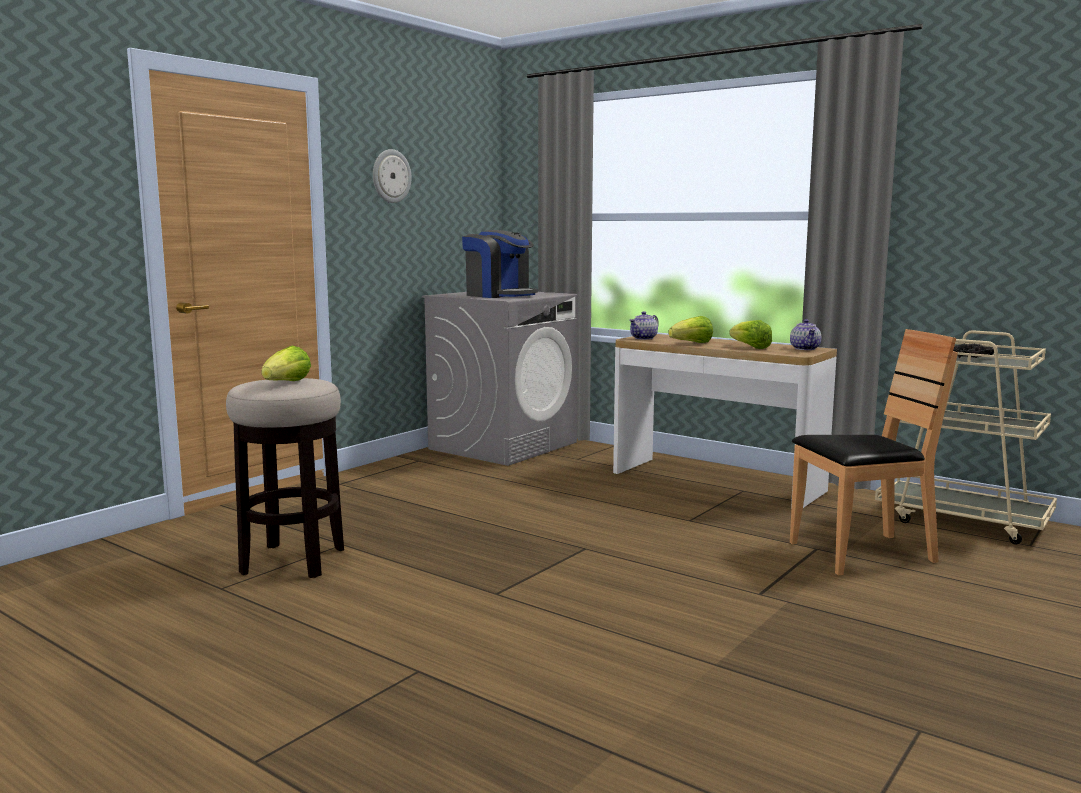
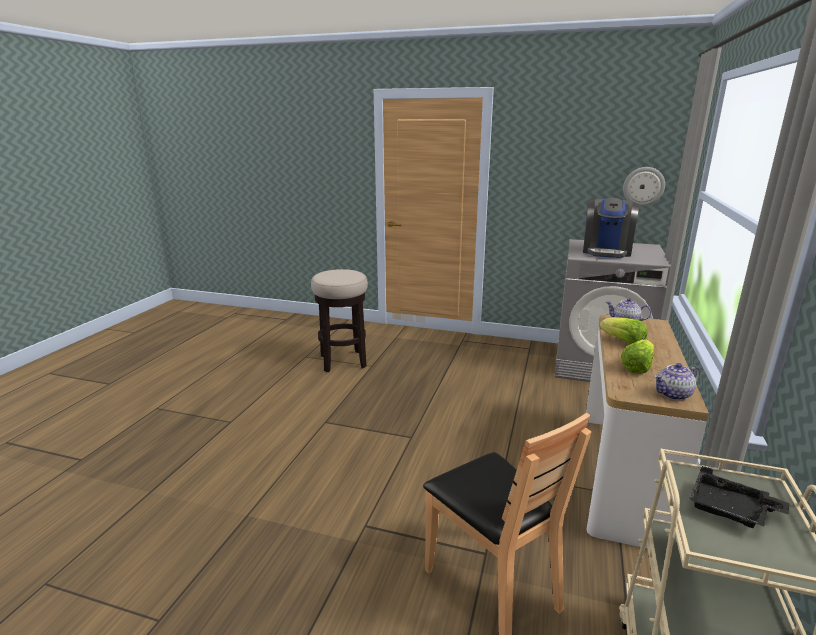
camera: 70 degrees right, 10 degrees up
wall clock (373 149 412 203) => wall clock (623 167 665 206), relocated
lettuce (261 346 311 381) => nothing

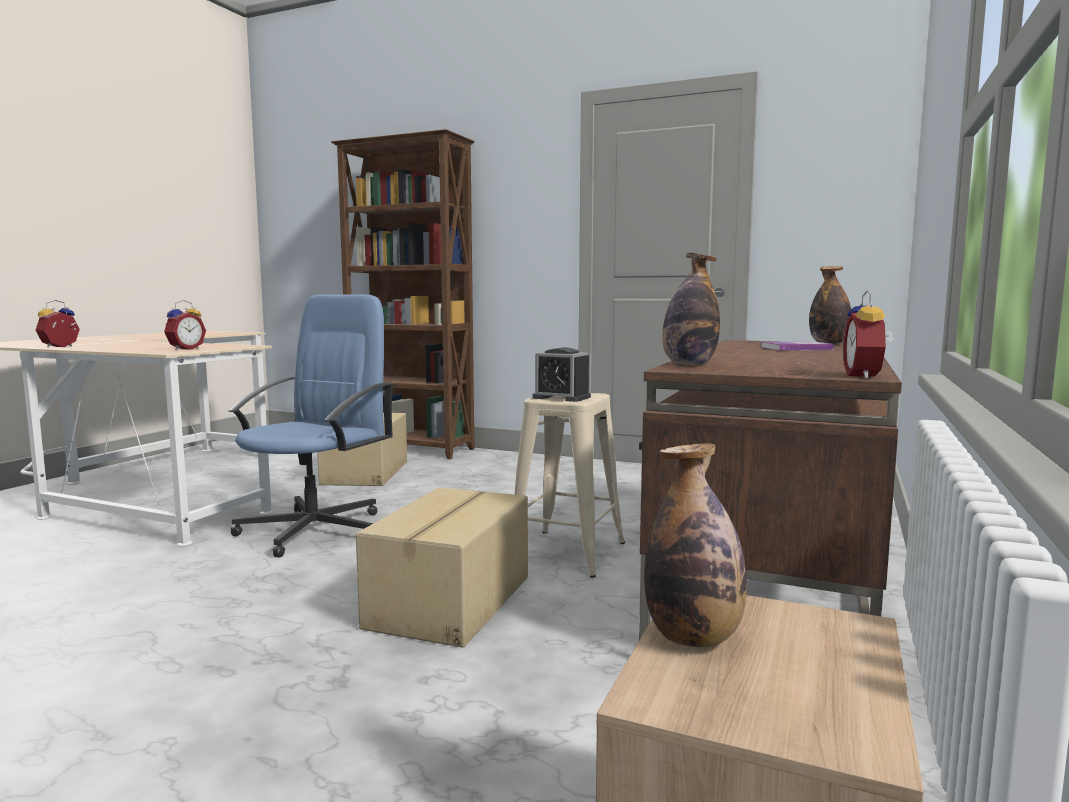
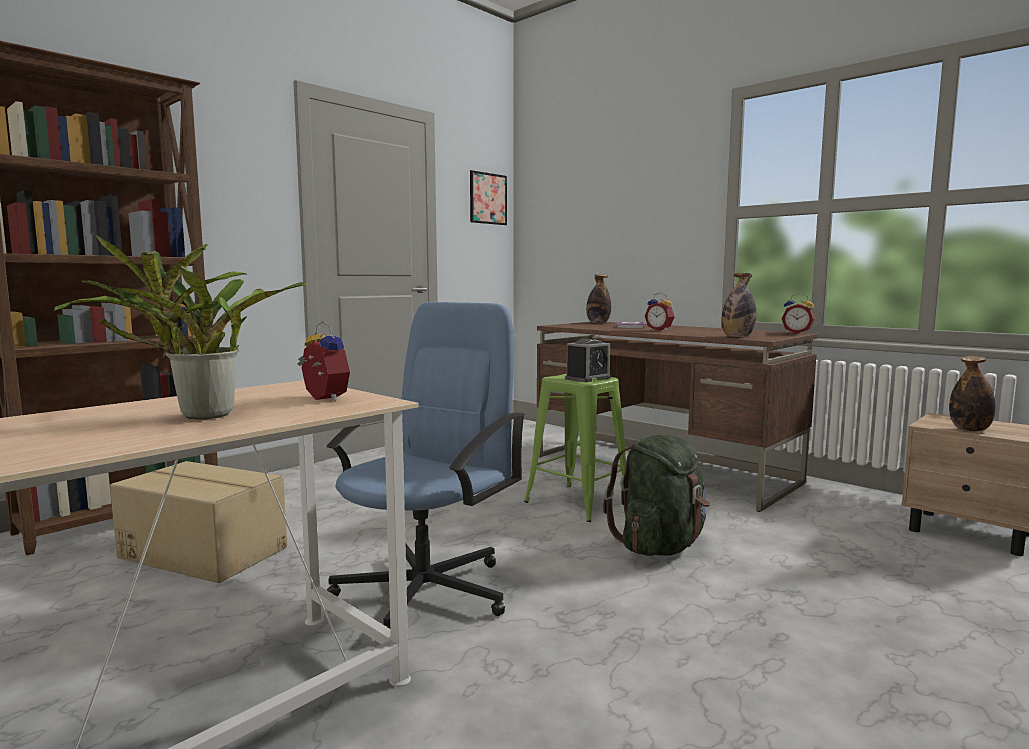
camera: 70 degrees left, 0 degrees up
blue office chair (229 295 394 558) => blue office chair (327 302 526 629), 75 degrees clockwise
alarm clock (36 300 80 348) => alarm clock (645 293 675 331), relocated
beige stool (515 393 625 578) => green stool (524 374 626 522)
cardboard box (356 487 528 648) => green backpack (603 435 710 556)
nothing => picture (470 170 507 225)
nothing => potted plant (54 233 308 420)

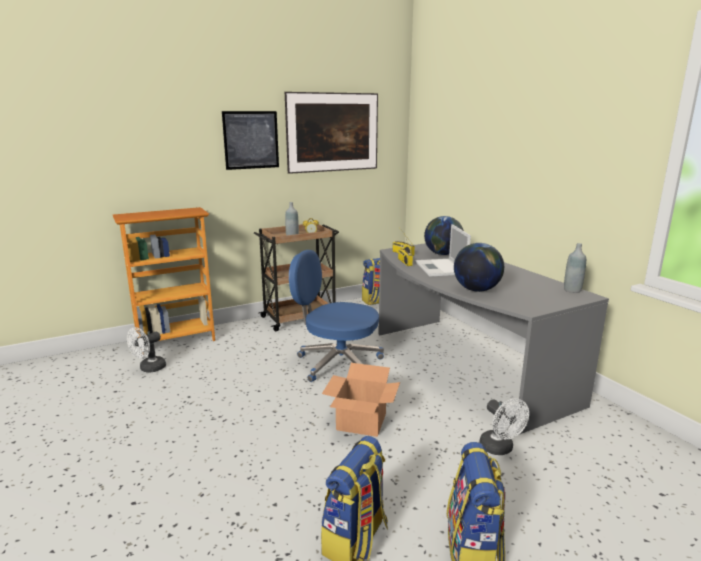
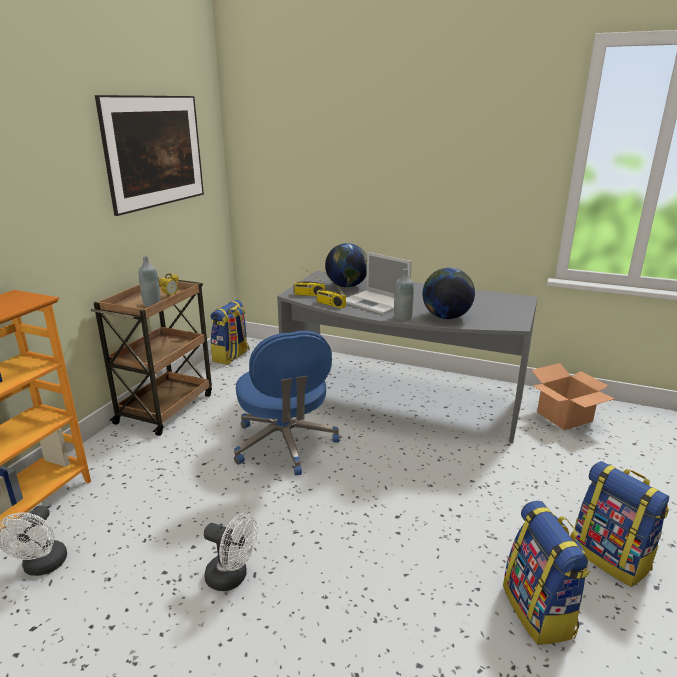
camera: 40 degrees left, 5 degrees up
picture (222 111 279 170) => nothing
grey bottle (564 243 586 293) => grey bottle (394 269 414 321), relocated
blue office chair (289 250 384 382) => blue office chair (234 331 339 475), 90 degrees counterclockwise
cardboard box (322 363 400 437) => cardboard box (532 363 615 430), relocated
white fan (479 399 529 455) => white fan (204 513 258 591), relocated

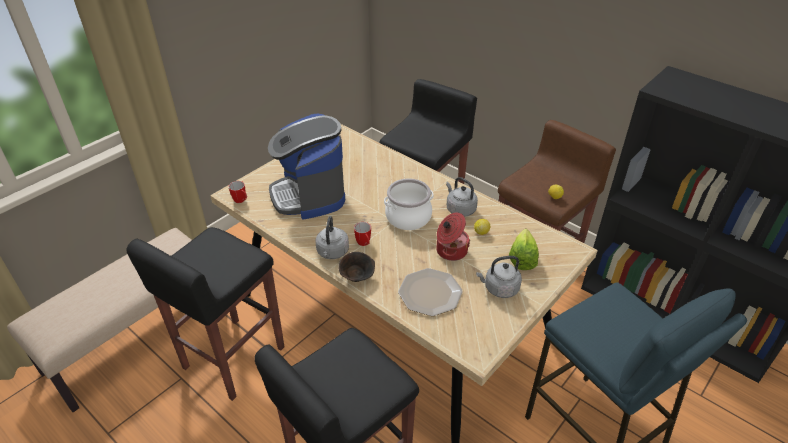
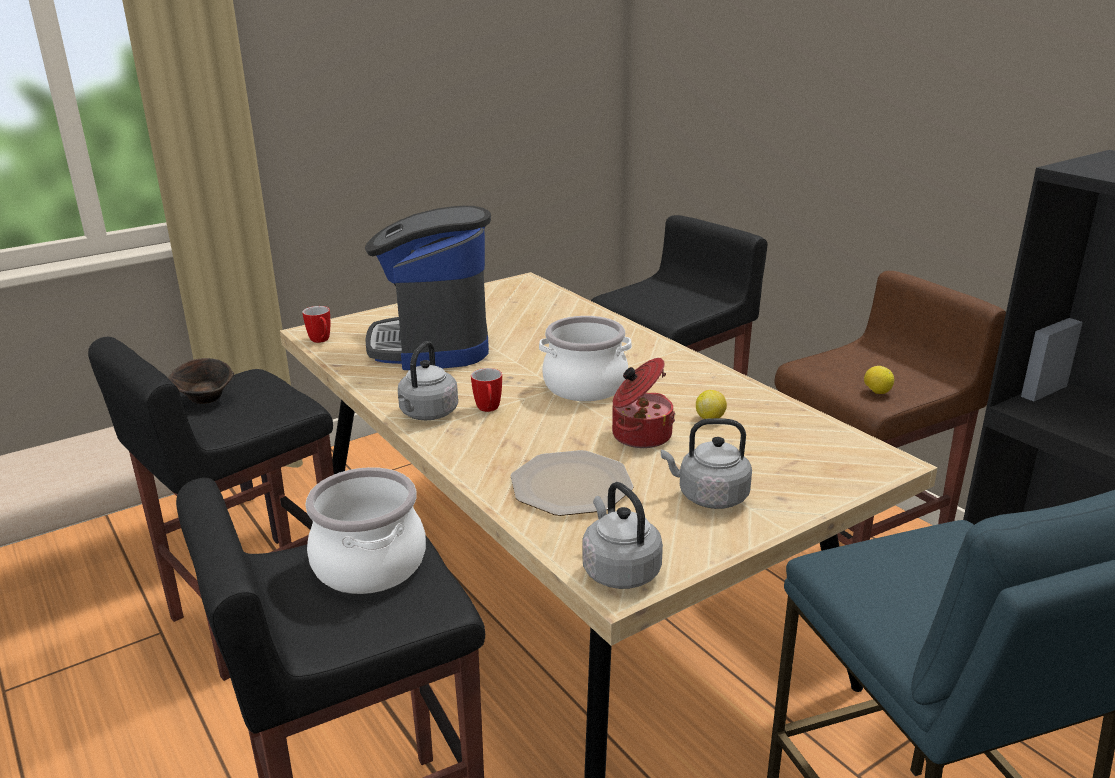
camera: 15 degrees right, 15 degrees down
grey kettle (446 177 478 217) => grey kettle (583 482 663 589), relocated
lettuce (509 228 539 270) => nothing
brown bowl (338 252 375 282) => brown bowl (168 358 234 404), relocated
nothing => cooking pot (305 467 426 594)

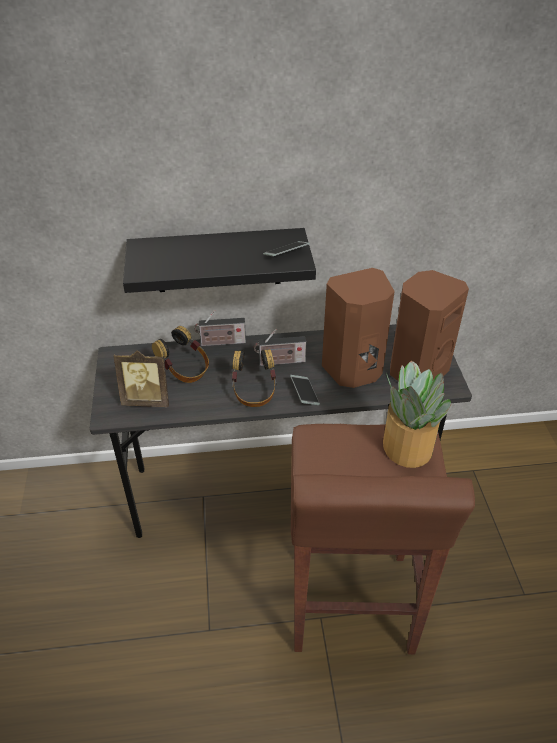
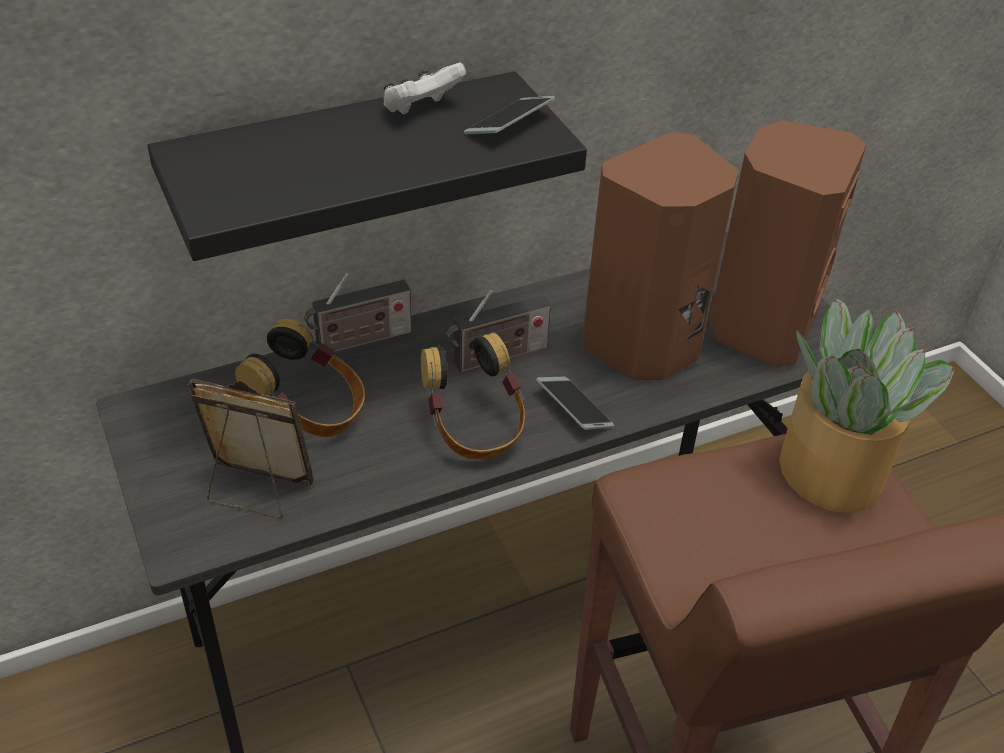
camera: 20 degrees left, 0 degrees up
picture frame (113 351 169 407) => picture frame (188 379 314 519), 150 degrees counterclockwise
nothing => white game controller (383 63 466 115)

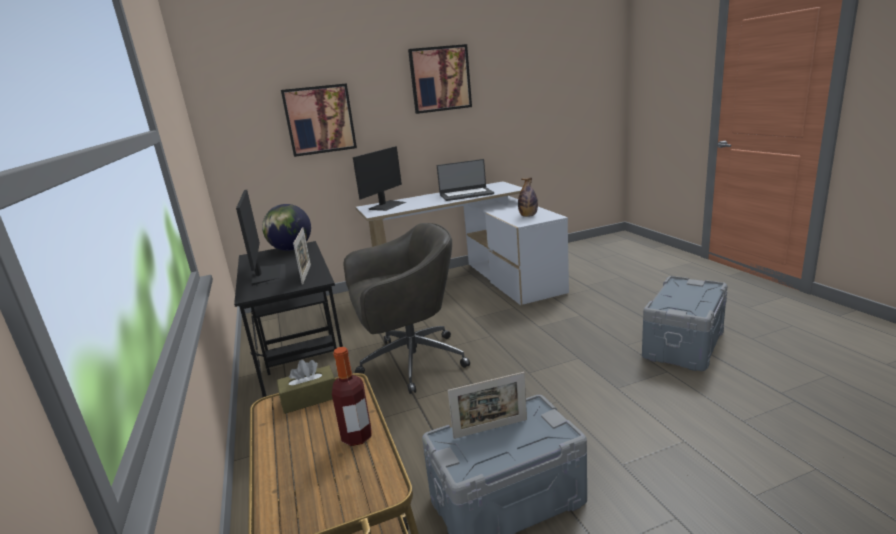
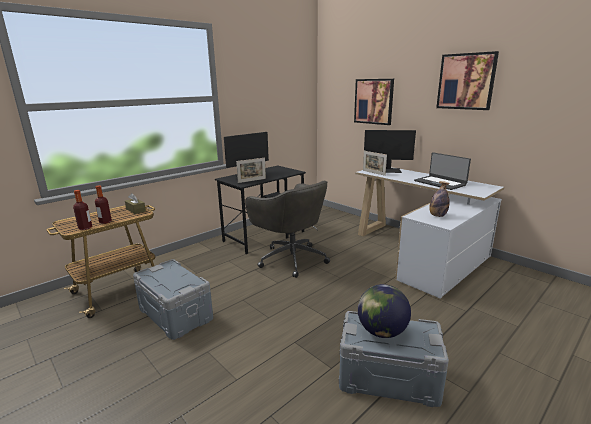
camera: 65 degrees right, 0 degrees up
globe (262 204 311 251) => globe (358 284 411 338), relocated
picture frame (448 372 527 439) => picture frame (363 151 387 176), relocated
nothing => bottle (73 190 92 230)

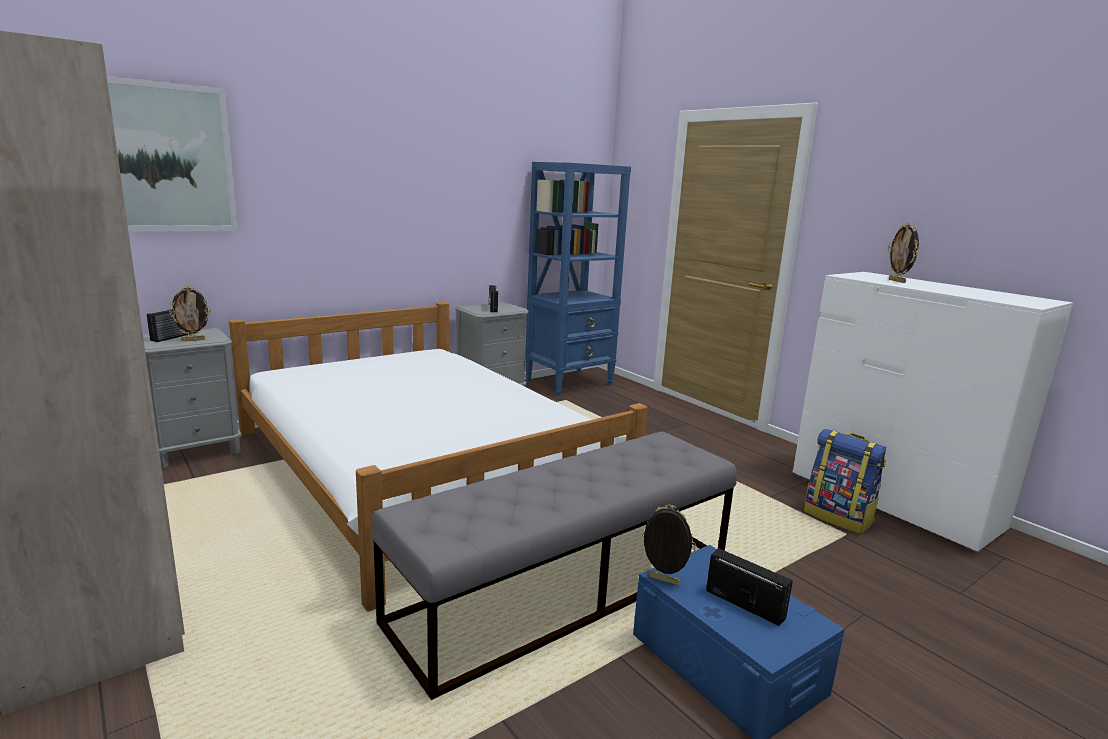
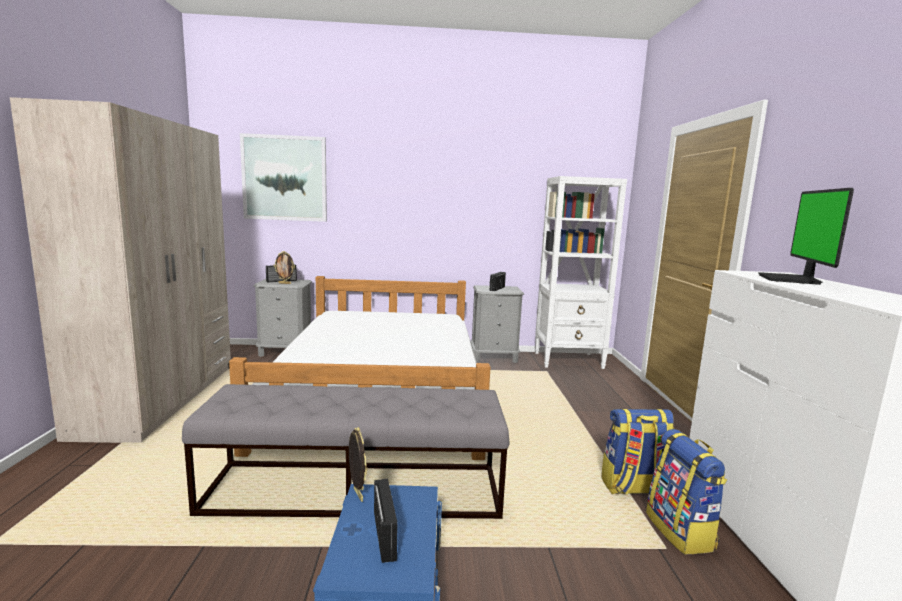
camera: 35 degrees right, 5 degrees down
blue bookcase (525 162 631 396) => white bookcase (535 176 627 369)
picture frame (888 223 919 283) => monitor (758 188 854 285)
nothing => backpack (601 409 674 494)

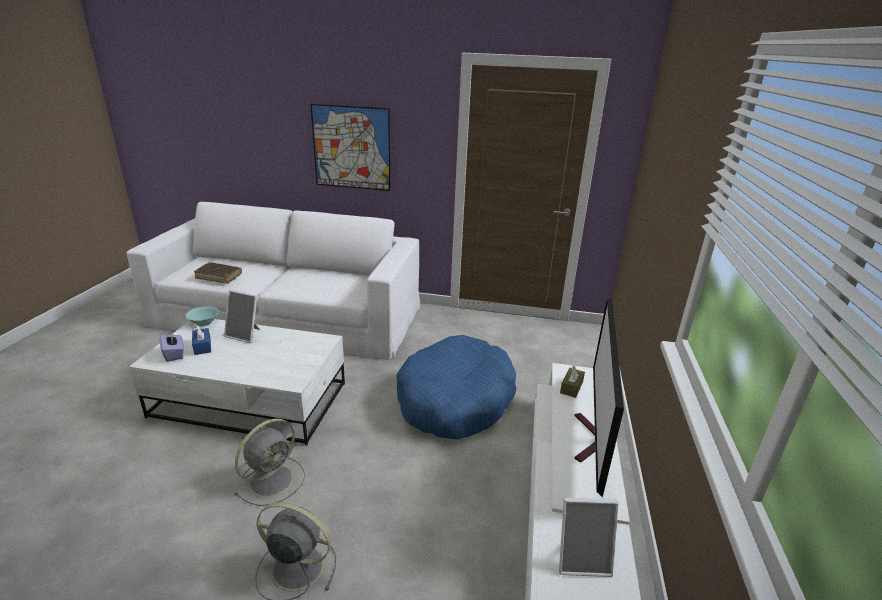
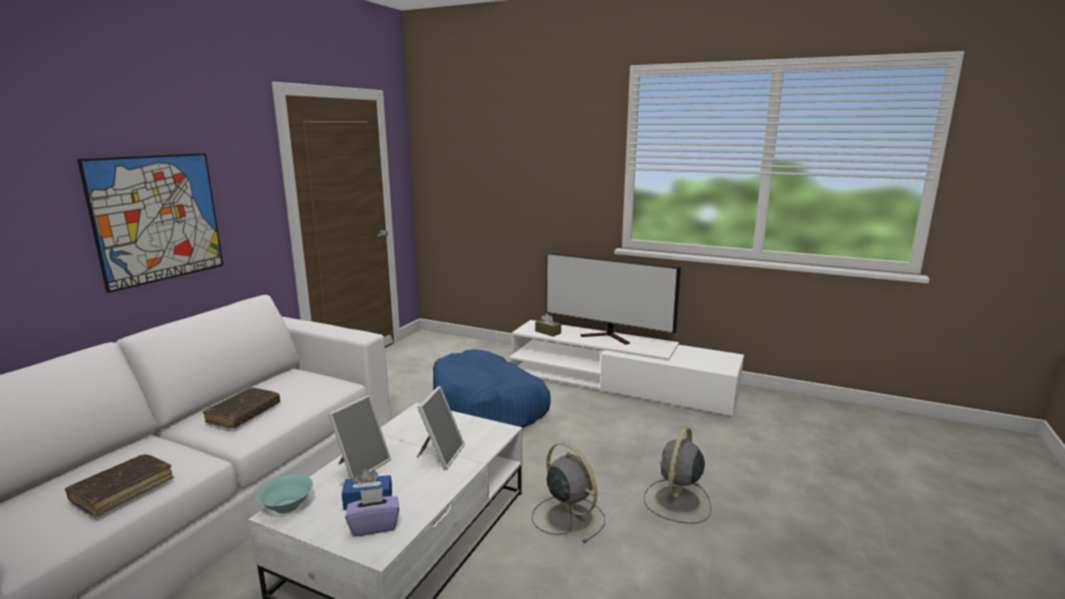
camera: 75 degrees left, 10 degrees down
picture frame (559 498 619 577) => picture frame (417 386 465 470), relocated
nothing => brown book (203 388 280 428)

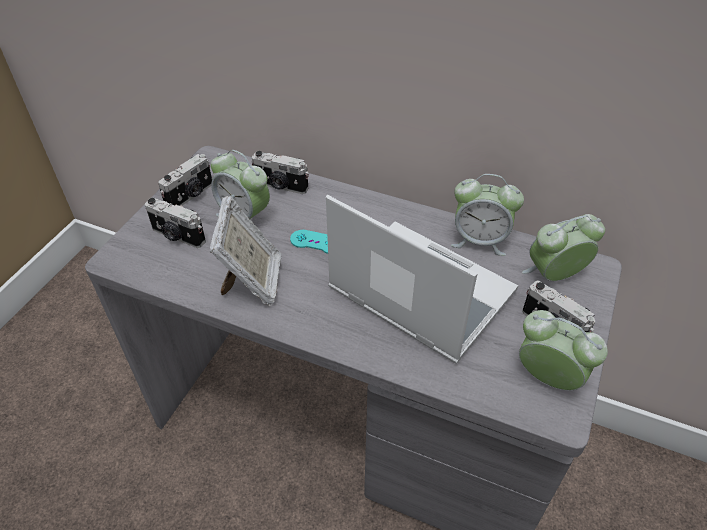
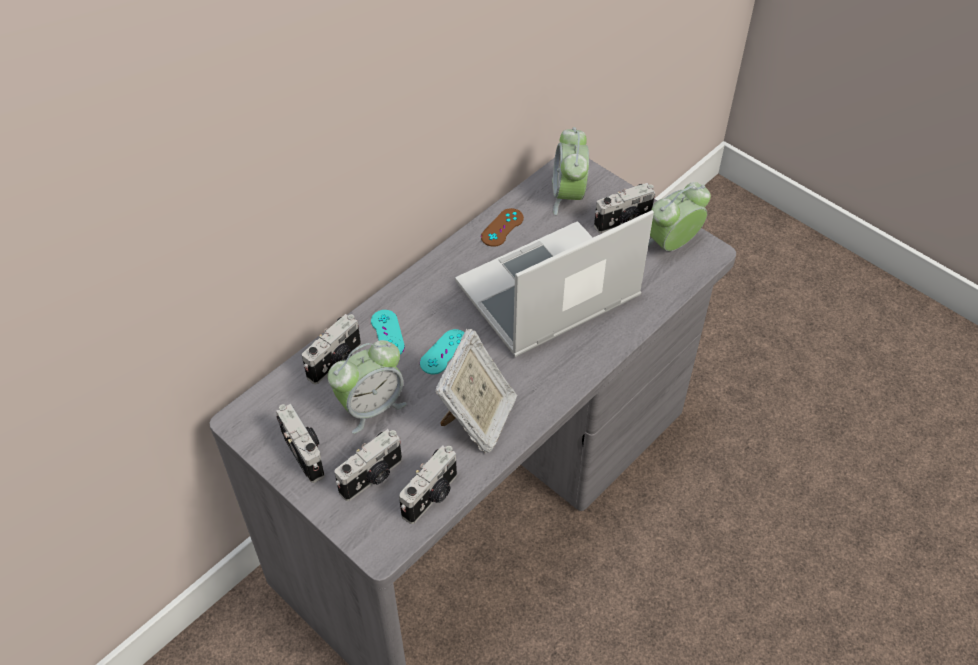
camera: 70 degrees left, 5 degrees up
alarm clock (451 174 524 256) => brown game controller (481 208 524 247)
picture frame (210 196 282 306) => picture frame (435 329 517 453), 90 degrees clockwise
nothing => turquoise game controller (371 310 405 355)
nothing => photo camera (399 445 457 524)

